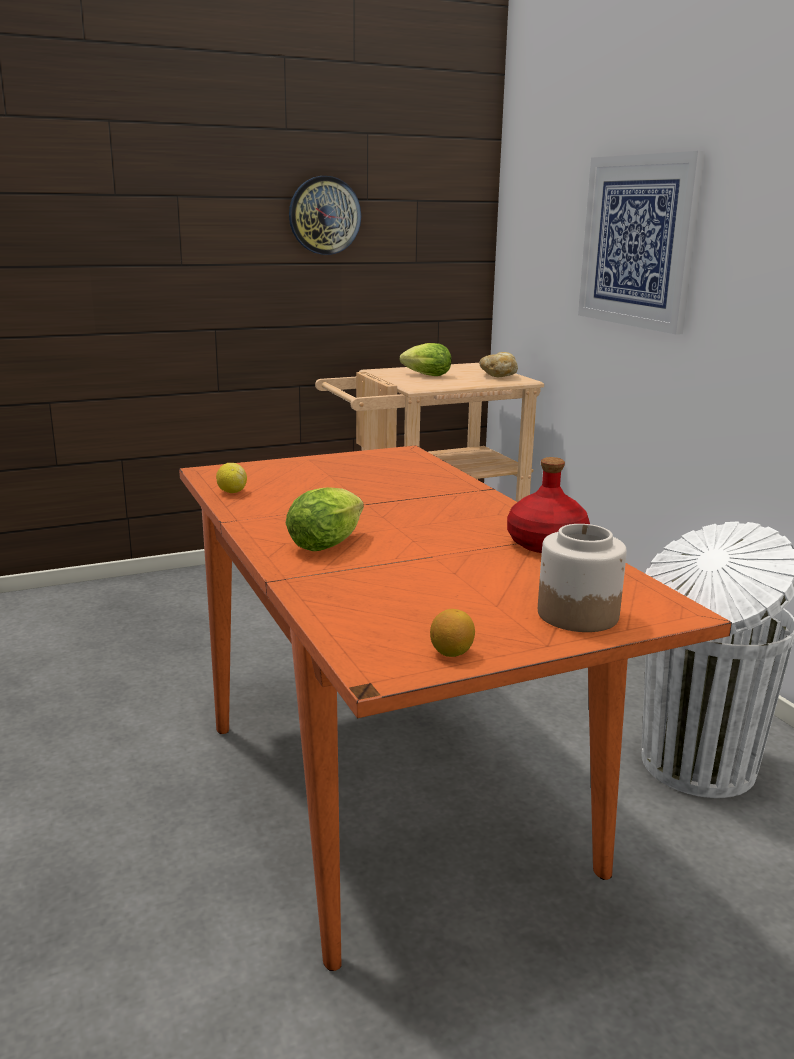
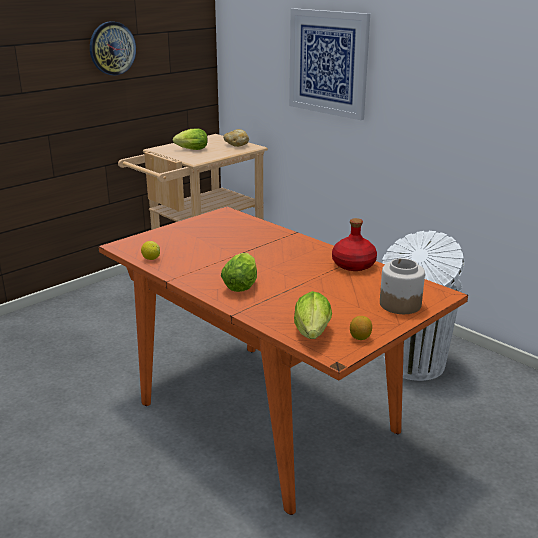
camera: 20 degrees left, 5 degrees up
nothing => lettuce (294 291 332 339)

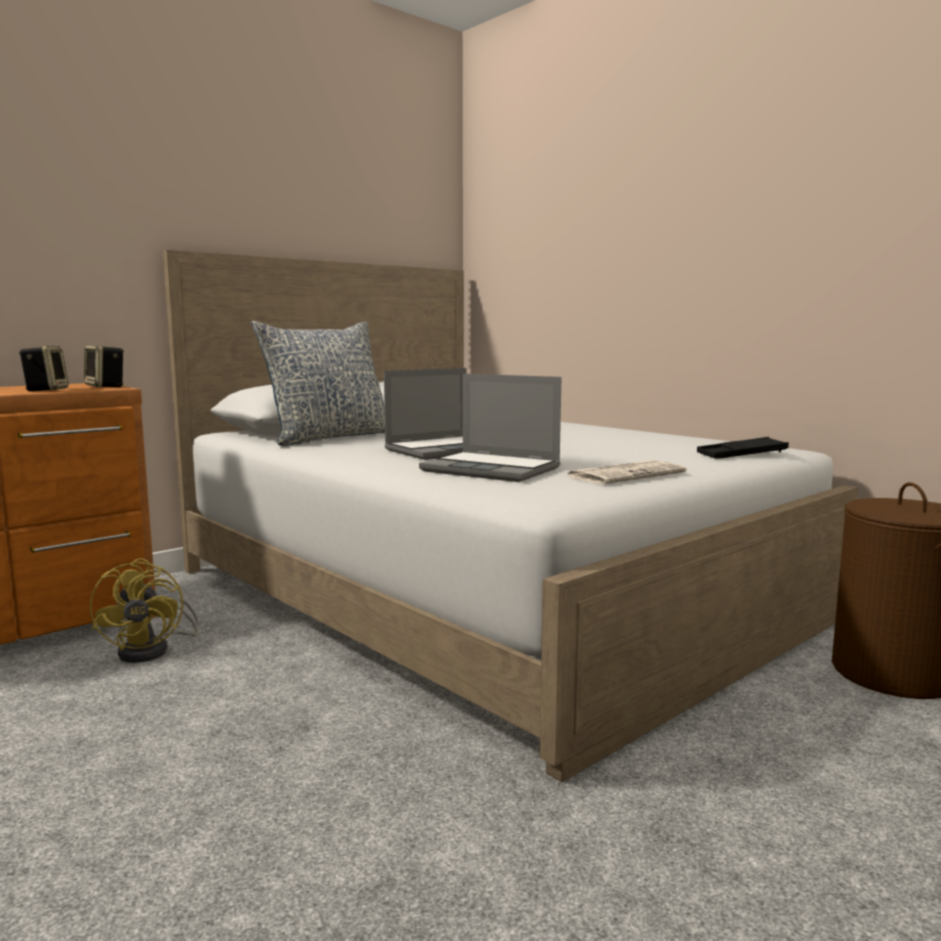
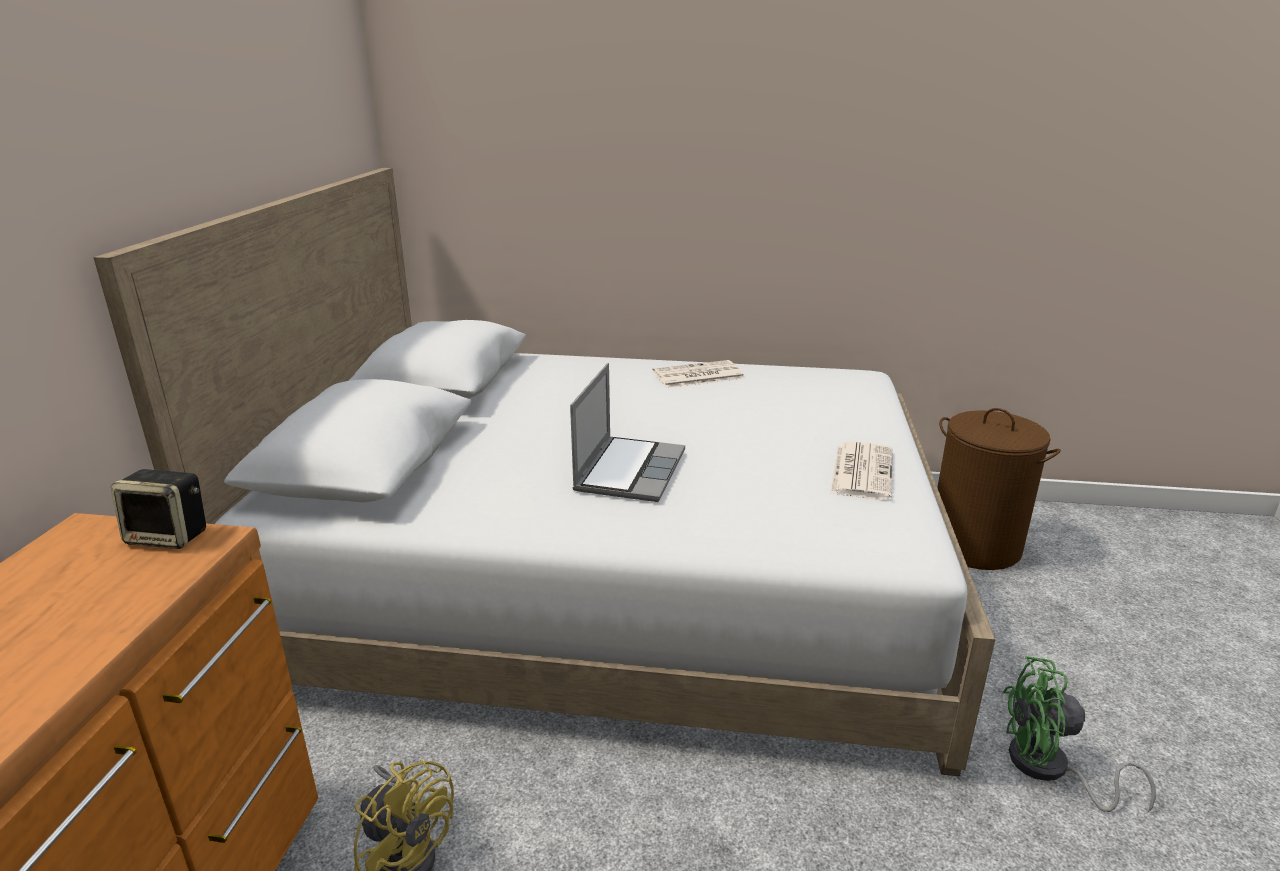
camera: 40 degrees left, 15 degrees up
pillow (251 321 385 446) => nothing
speaker (19 346 69 391) => nothing
laptop (419 374 561 482) => nothing
black tray (697 437 789 459) => nothing
nothing => newspaper (652 360 745 388)
nothing => green fan (1003 656 1156 812)

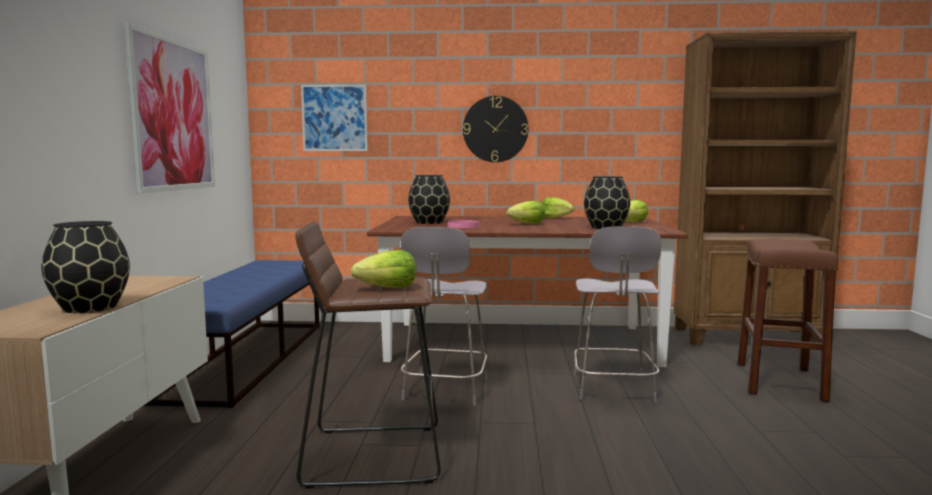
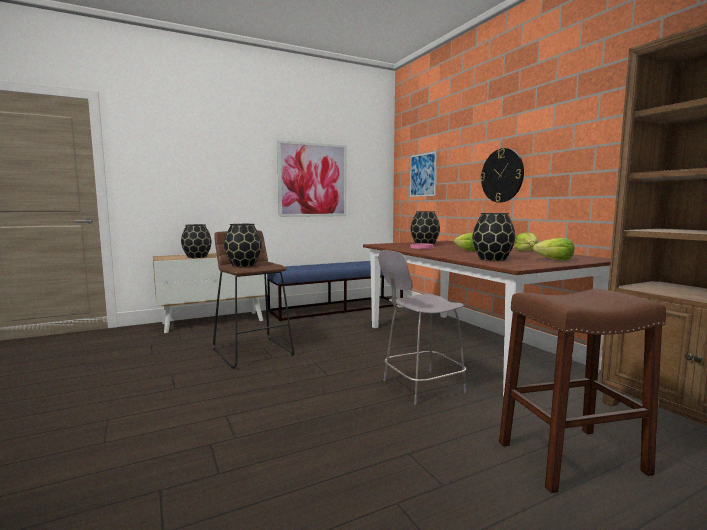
camera: 60 degrees right, 0 degrees up
grey chair (401 227 487 406) => nothing
lettuce (351 250 416 288) => black vase (224 224 262 267)

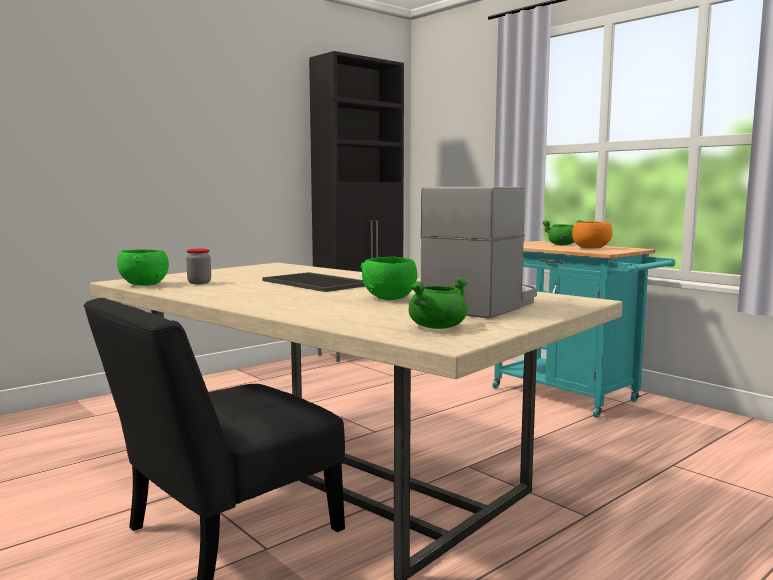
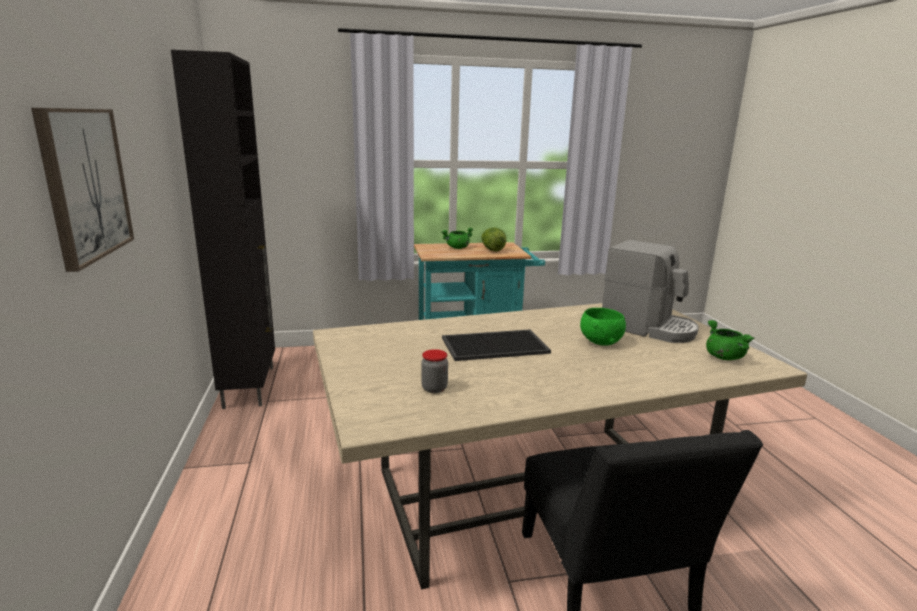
camera: 60 degrees left, 10 degrees up
coffee machine (420 187 537 318) => coffee machine (602 240 699 343), 150 degrees clockwise
orange bowl (572 221 613 248) => lettuce (481 228 506 252)
green bowl (117 249 169 286) => nothing
nothing => picture (31 108 134 272)

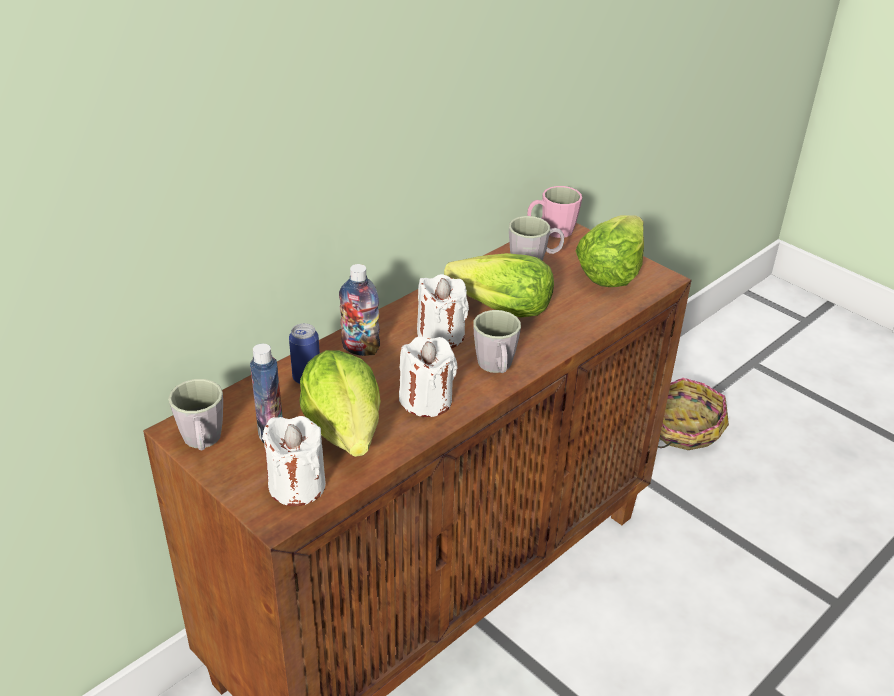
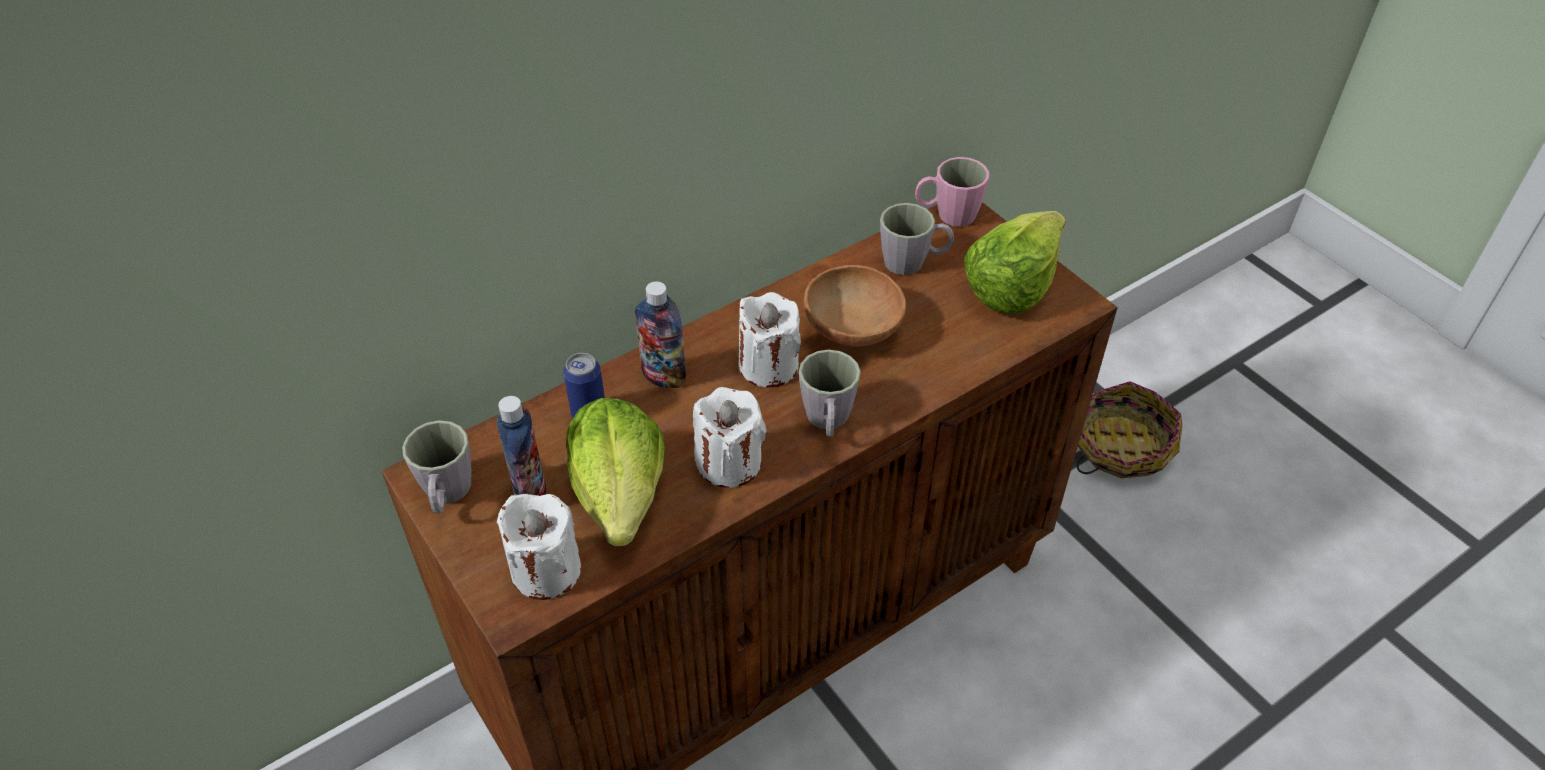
camera: 10 degrees right, 10 degrees up
lettuce (444 253 554 318) => brown bowl (804 265 906 347)

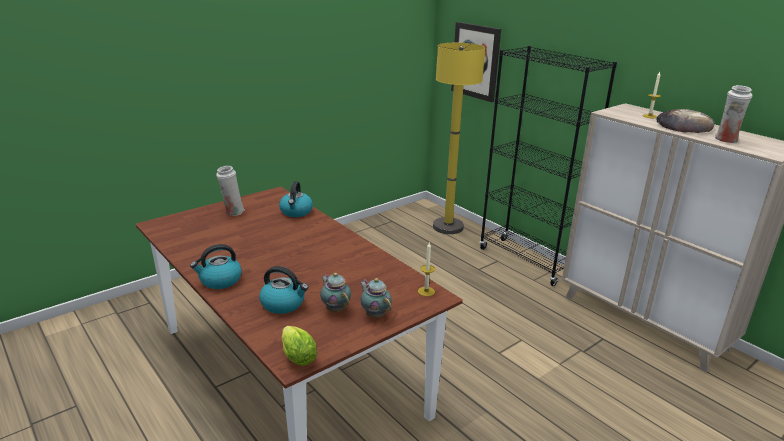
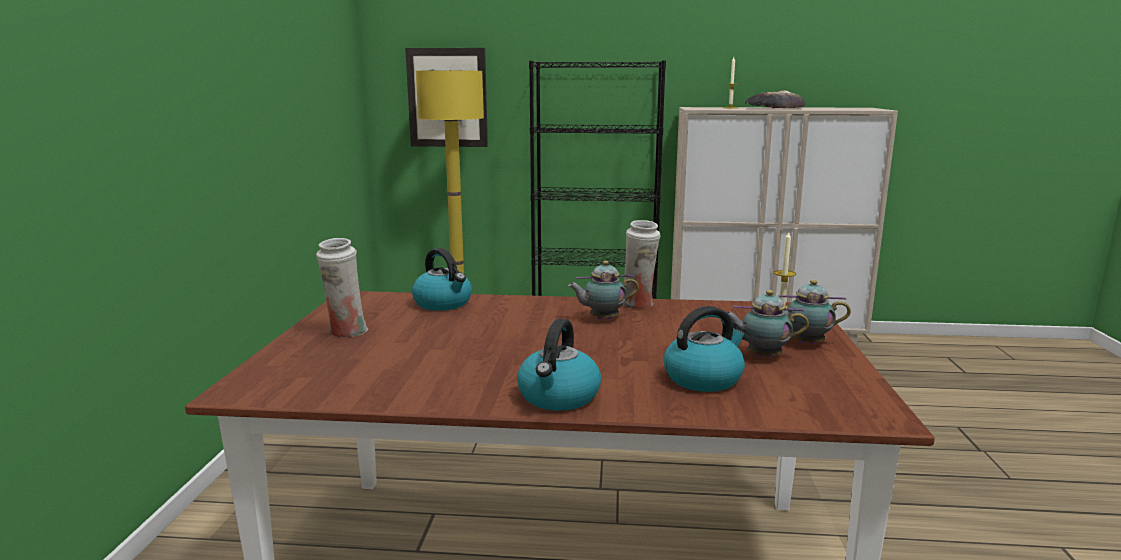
camera: 45 degrees left, 10 degrees down
white vase (715 85 752 143) => white vase (623 220 661 309), relocated
lettuce (282 326 317 366) => nothing
nothing => teapot (568 261 639 320)

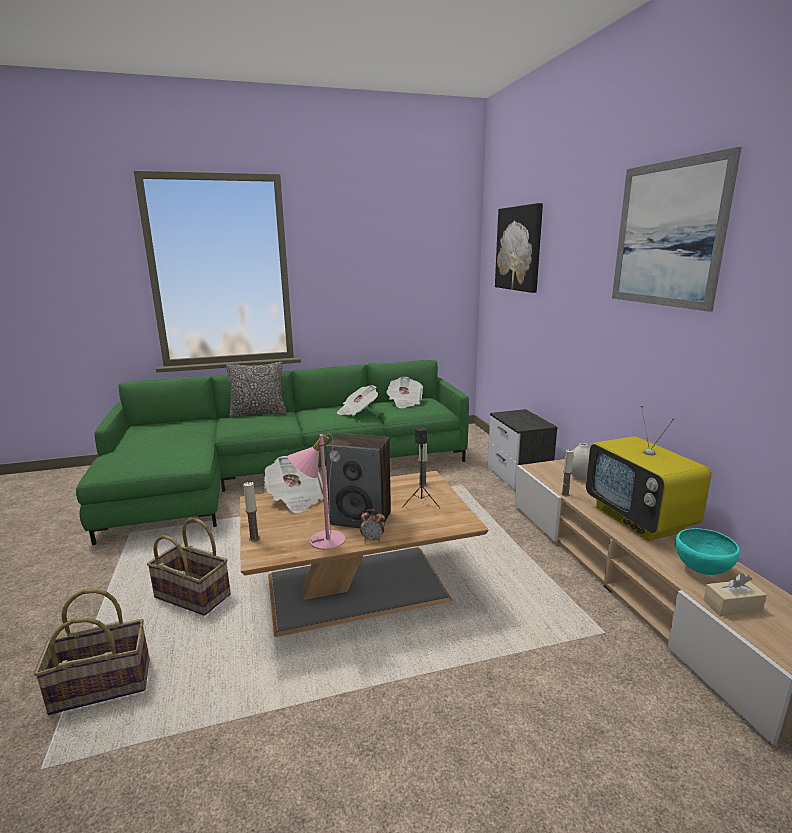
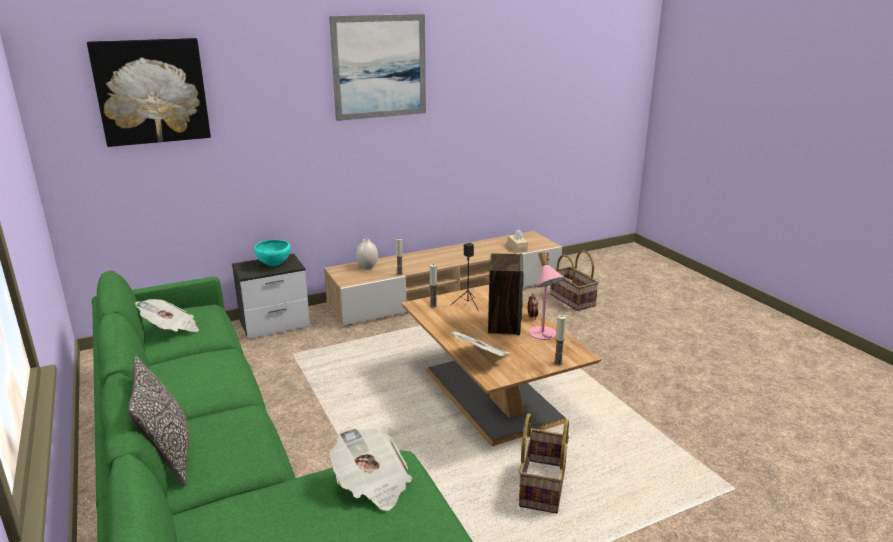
camera: 100 degrees left, 5 degrees up
newspaper (337 385 378 416) => newspaper (329 427 412 511), relocated
television (586 405 712 541) => nothing
turquoise bowl (675 528 740 575) => turquoise bowl (255 240 291 266), relocated
basket (34 589 150 715) => basket (550 250 599 311), relocated

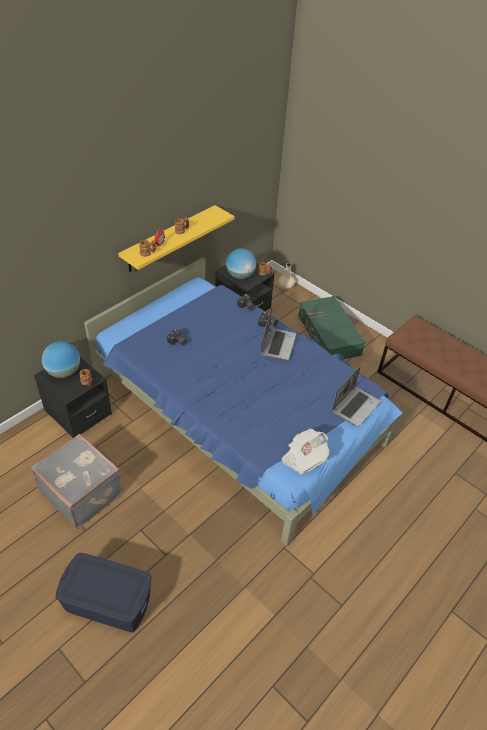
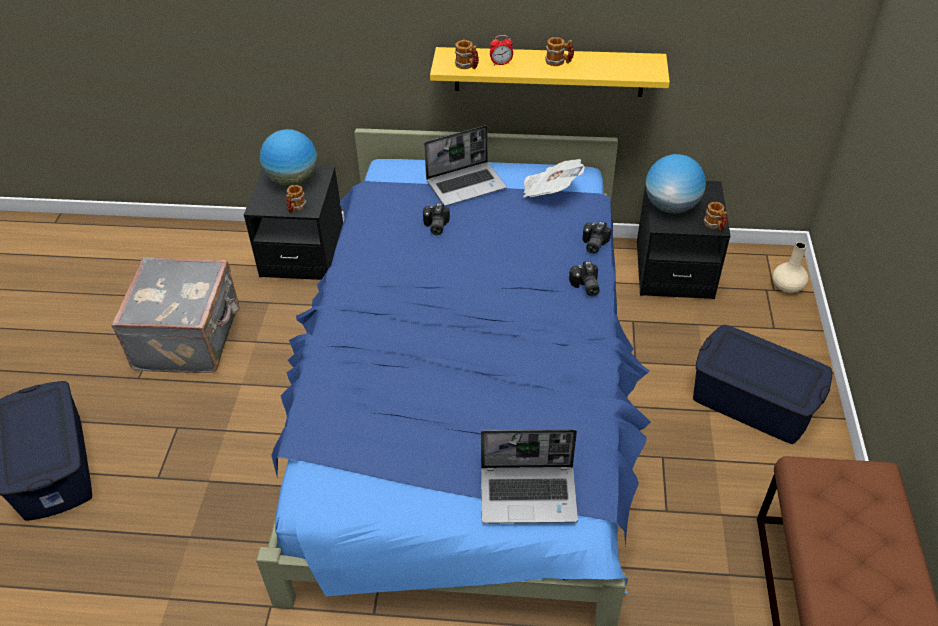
camera: 55 degrees right, 0 degrees up
green suitcase (298 296 366 359) => blue storage box (693 325 832 444)
laptop (260 309 296 360) => laptop (424 125 507 206), relocated
newspaper (282 429 329 475) => newspaper (523 159 585 198), relocated

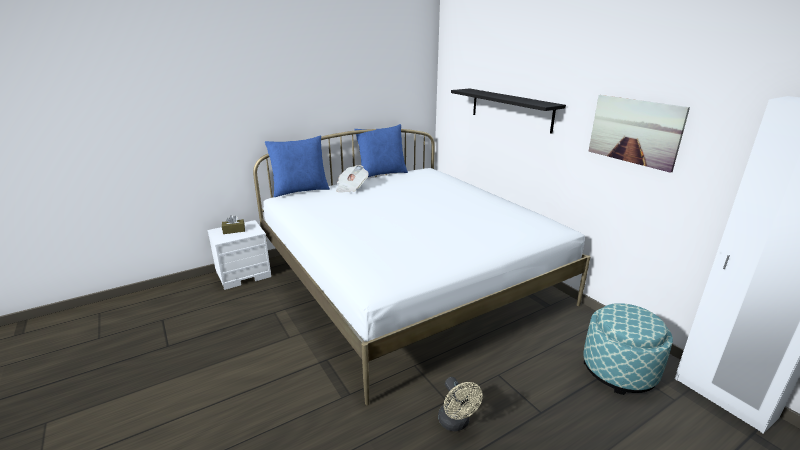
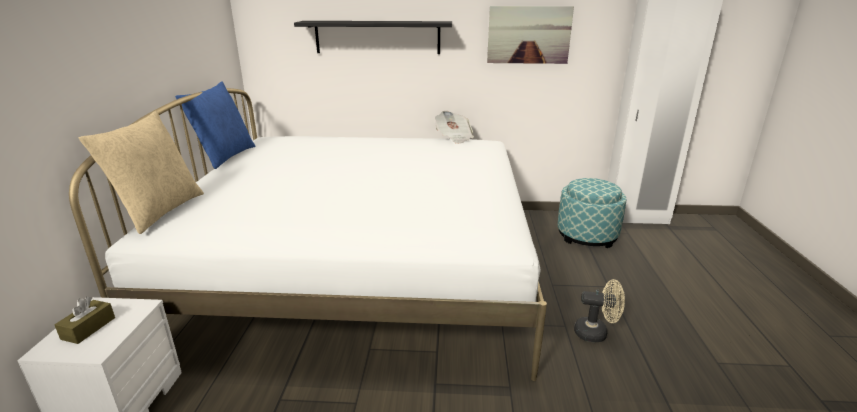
camera: 55 degrees left, 0 degrees up
blue pillow (265 136 330 197) => beige pillow (79 111 204 234)
newspaper (336 165 369 193) => newspaper (435 111 474 144), relocated

